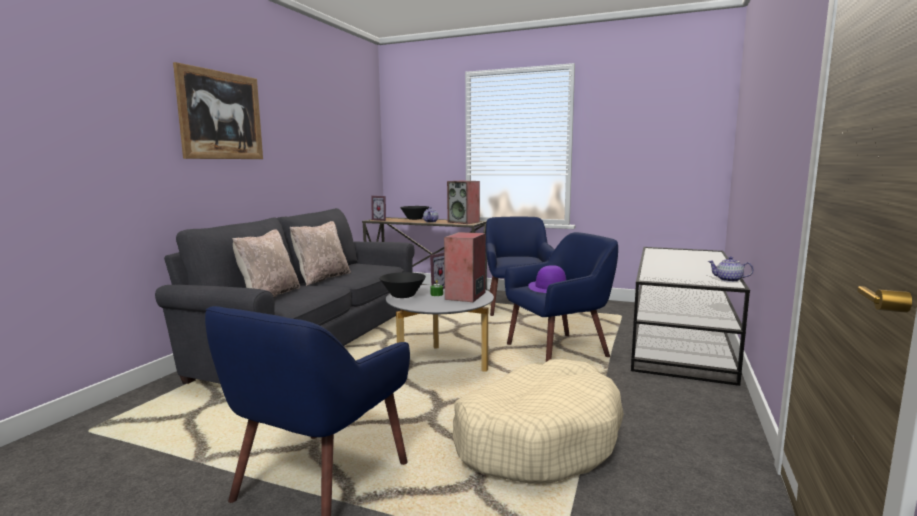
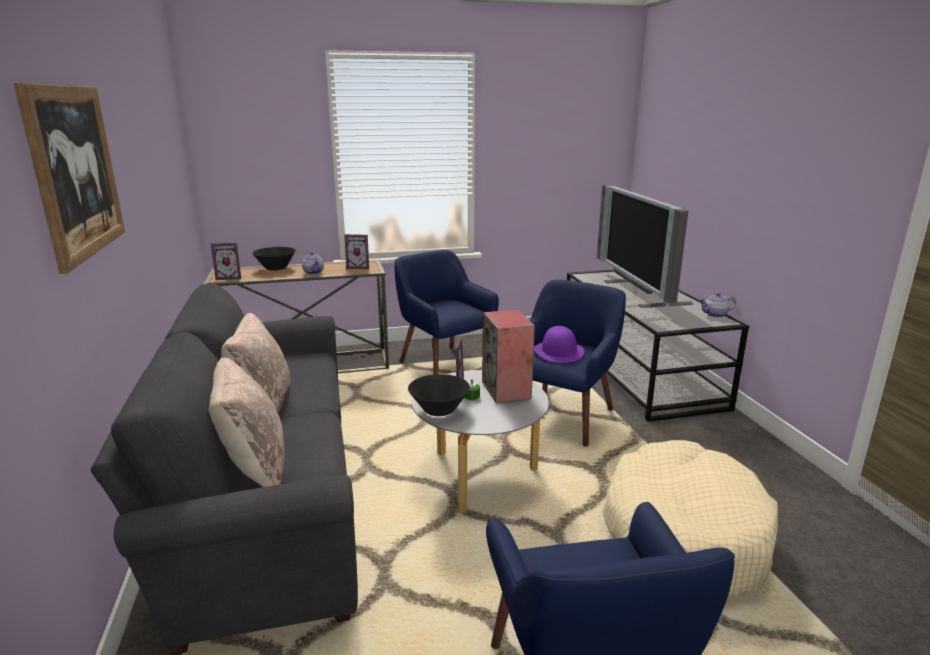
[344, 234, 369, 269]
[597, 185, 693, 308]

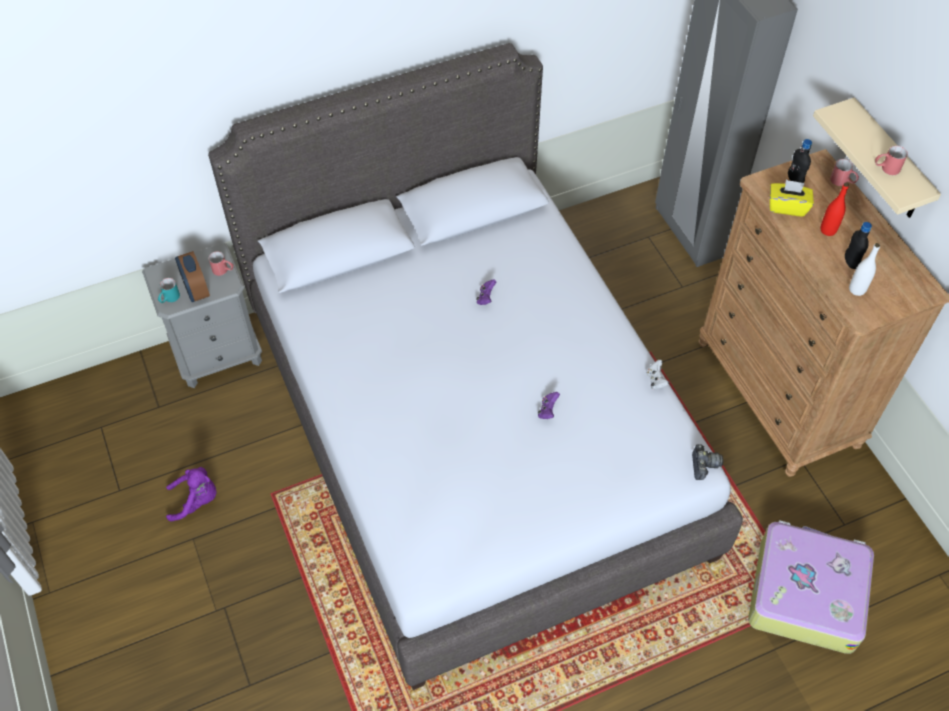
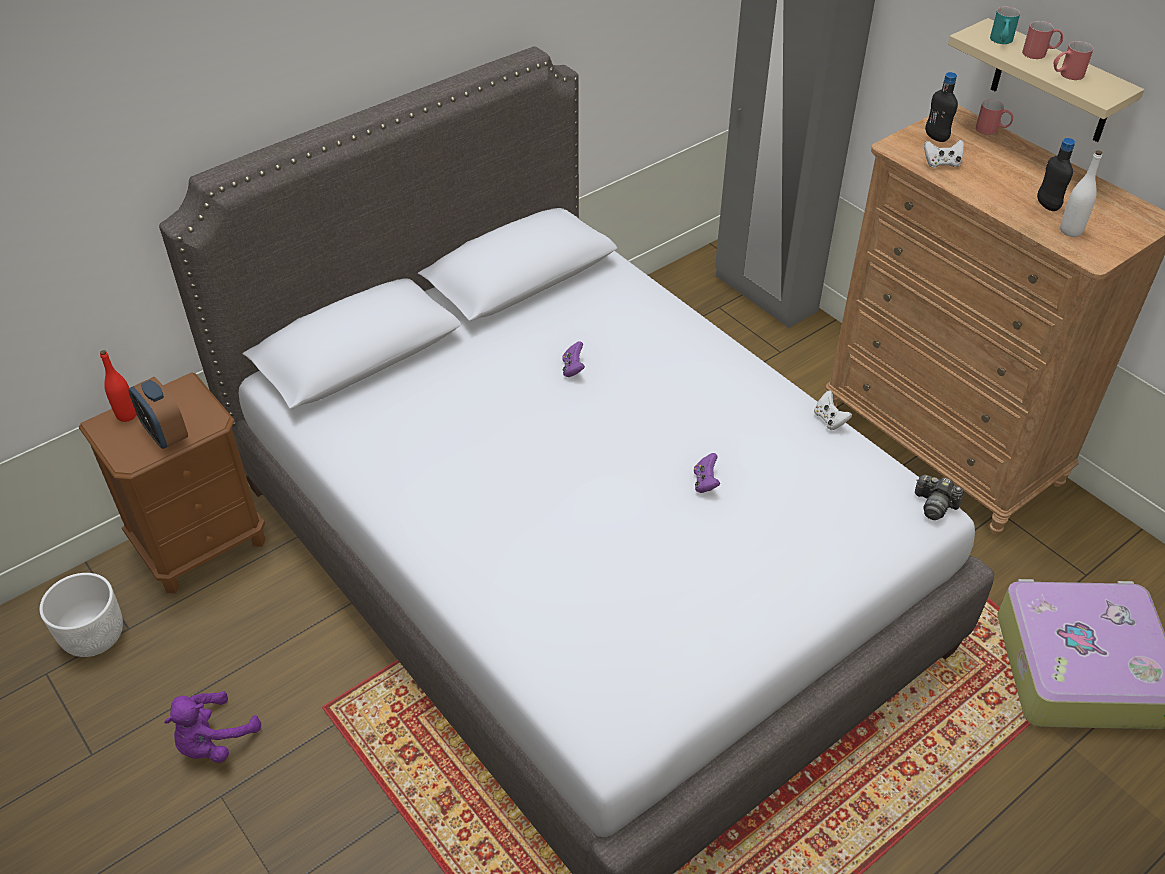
[79, 372, 266, 594]
[990, 7, 1020, 44]
[164, 691, 261, 763]
[1022, 21, 1063, 59]
[915, 475, 964, 520]
[924, 140, 964, 168]
[100, 350, 137, 422]
[40, 573, 123, 657]

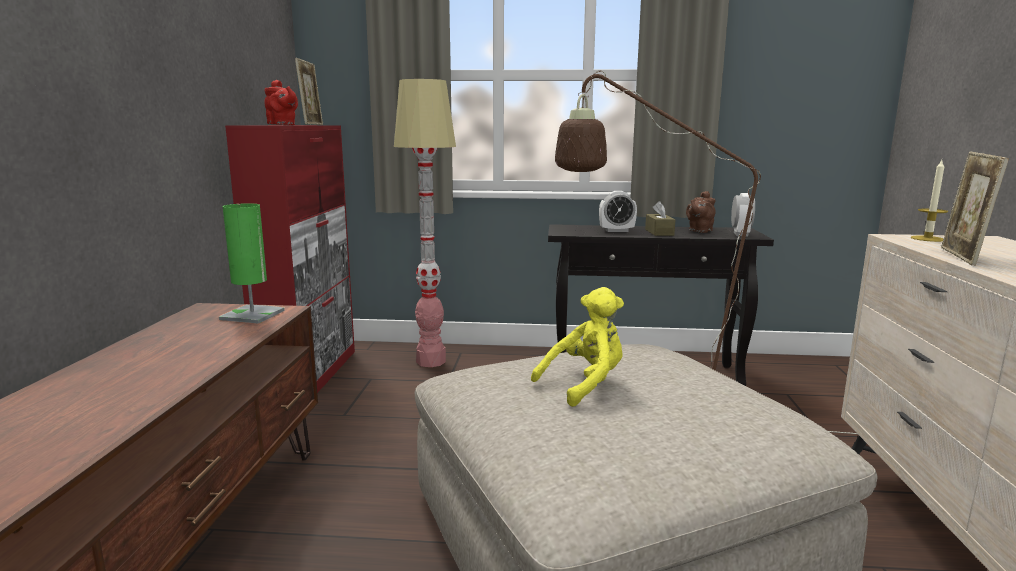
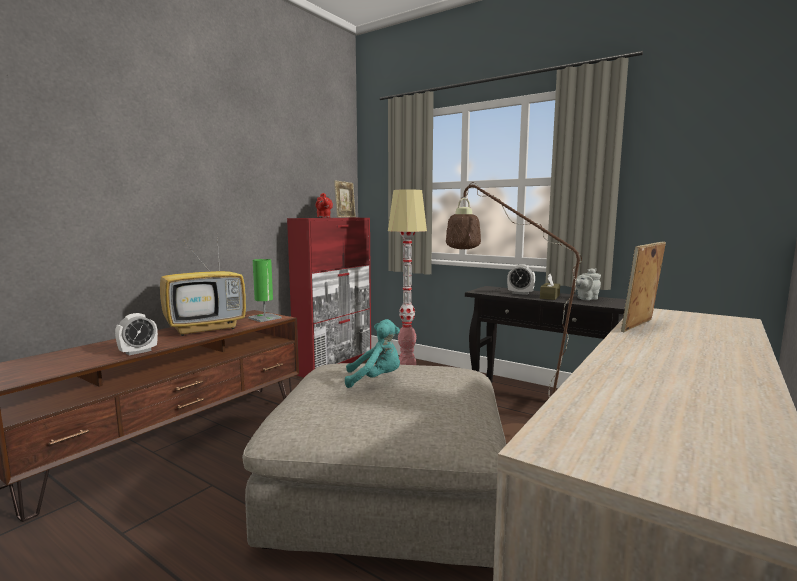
[345, 319, 400, 388]
[573, 268, 601, 300]
[115, 313, 158, 355]
[911, 160, 948, 242] (first image)
[160, 238, 246, 336]

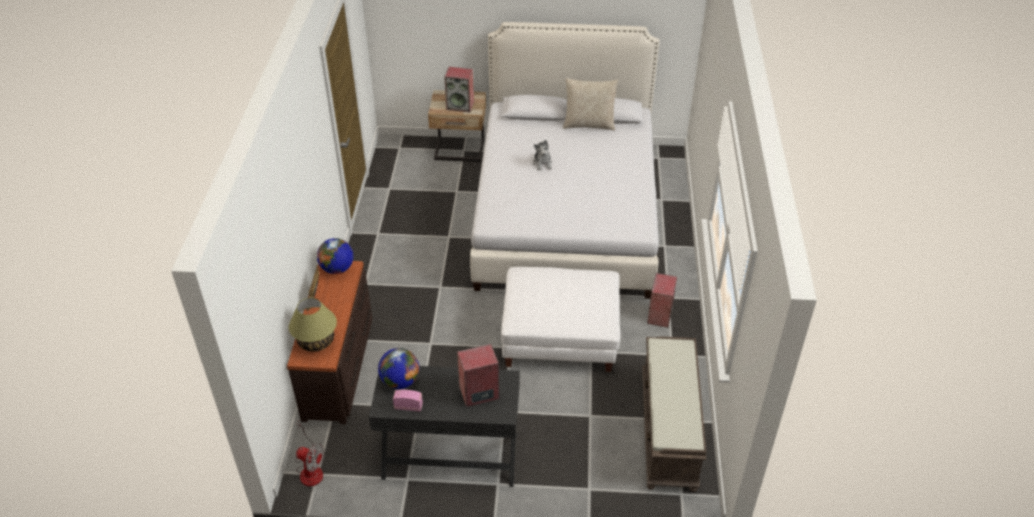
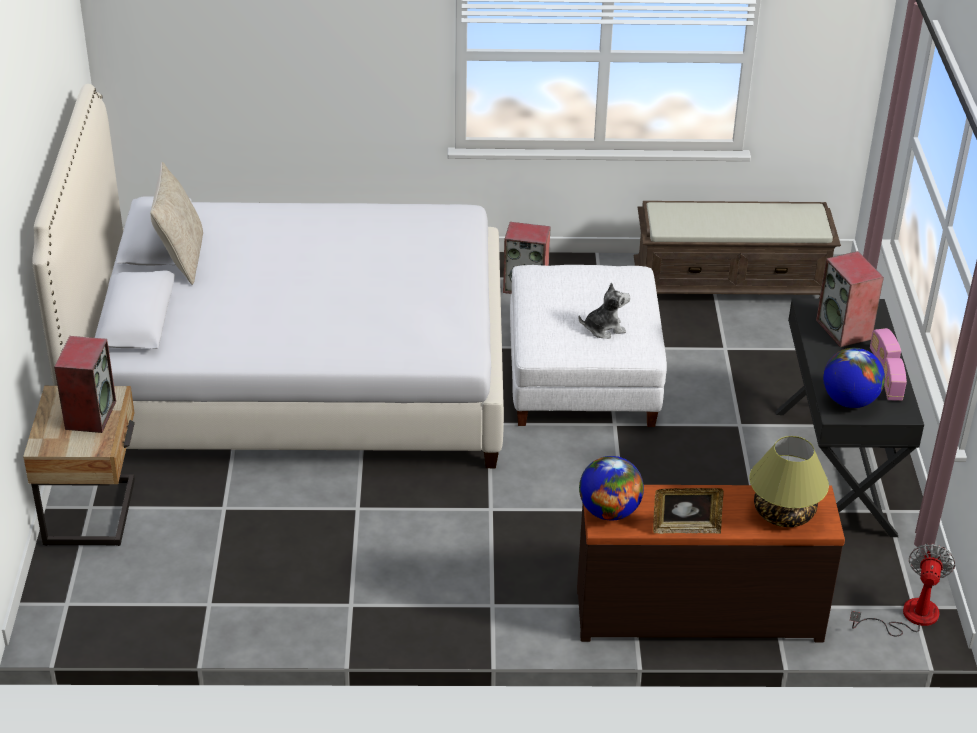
[578, 283, 630, 339]
[870, 328, 901, 369]

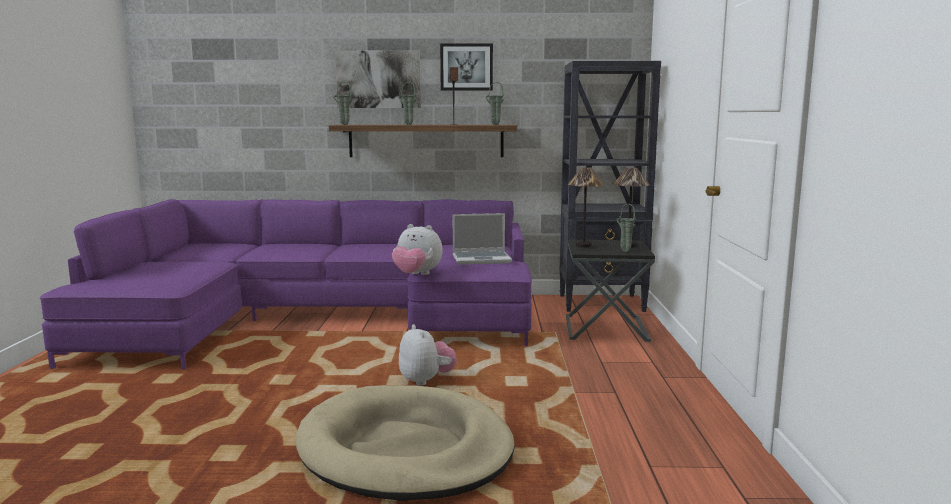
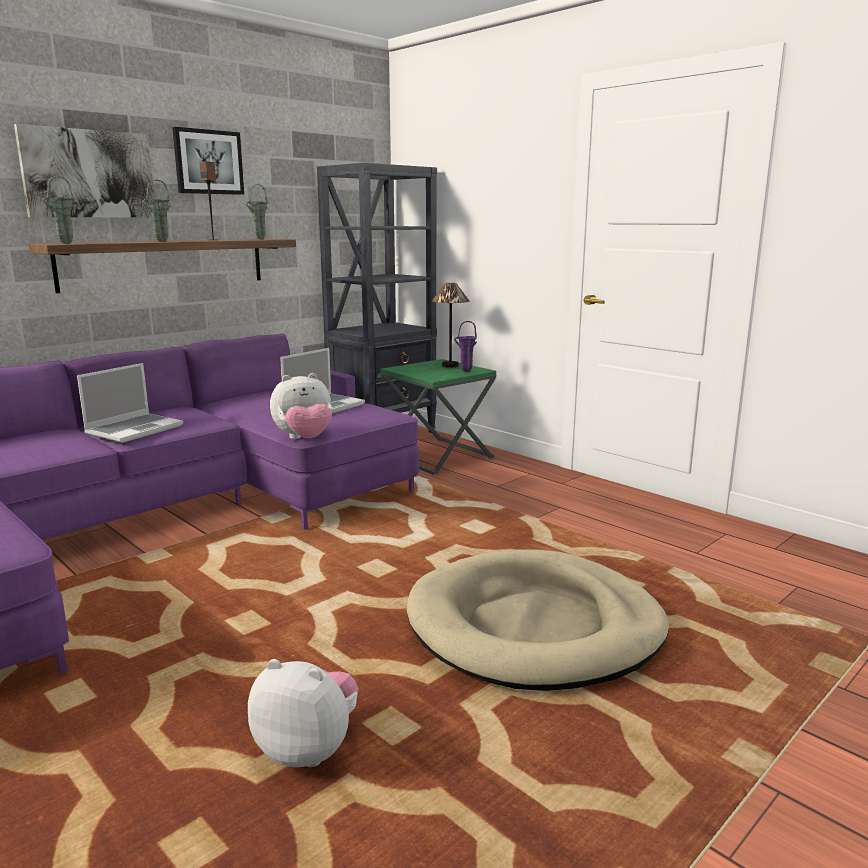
[248, 659, 359, 767]
[381, 359, 496, 475]
[568, 167, 604, 247] (first image)
[454, 321, 477, 372]
[77, 363, 183, 443]

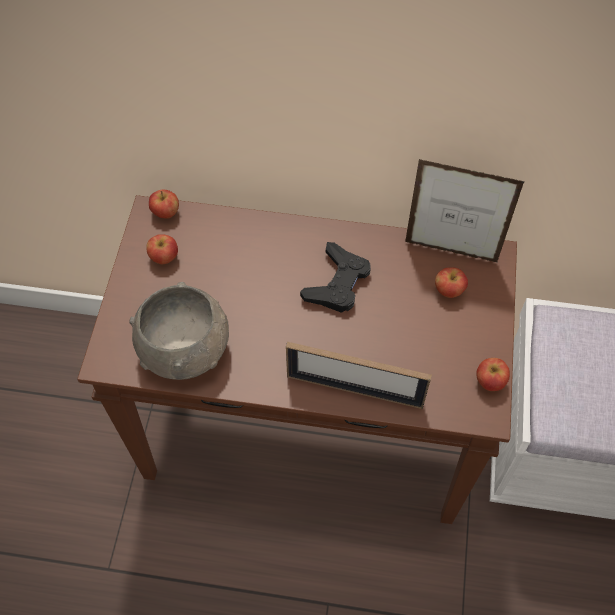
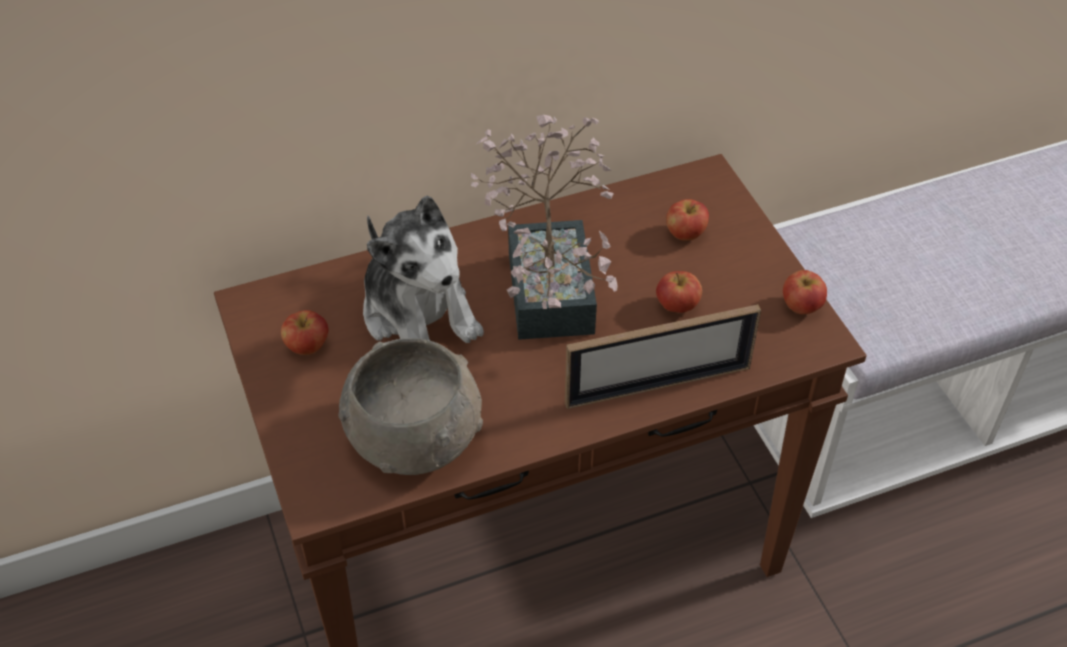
[656, 271, 702, 313]
[471, 115, 618, 340]
[405, 159, 525, 263] (first image)
[363, 196, 484, 343]

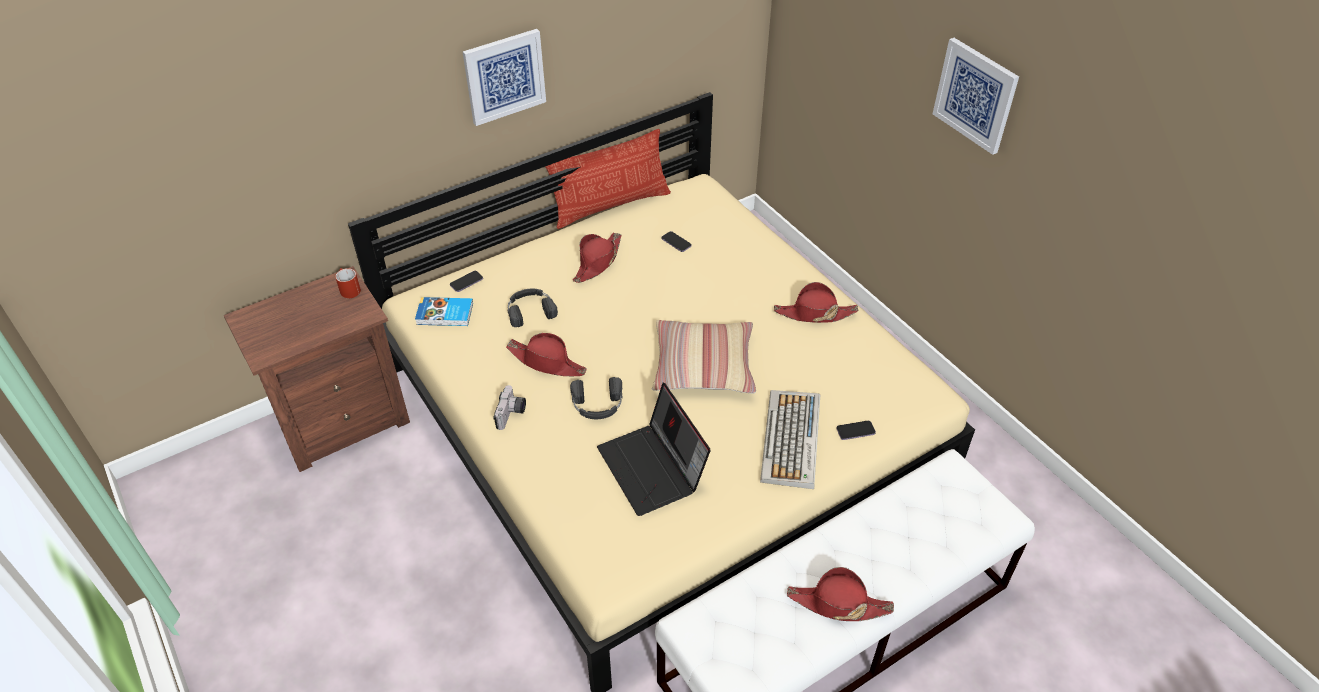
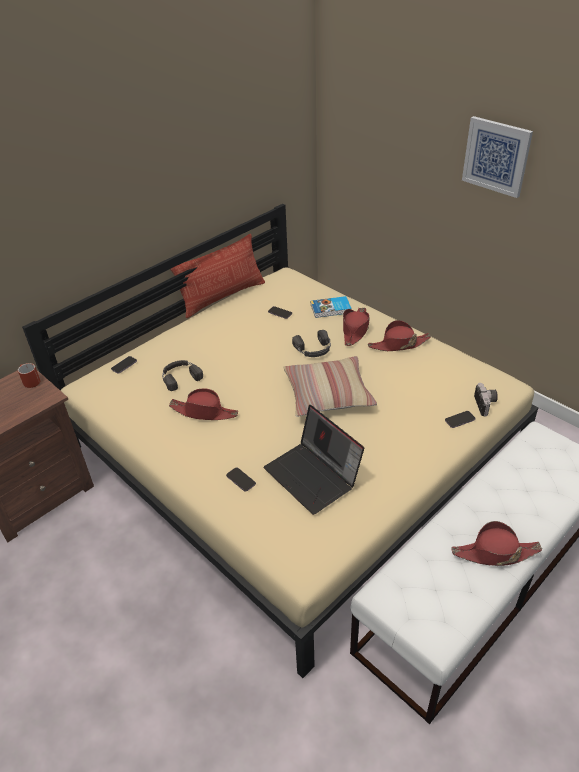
[311, 296, 352, 318]
[463, 29, 546, 126] (first image)
[474, 383, 498, 416]
[292, 330, 331, 357]
[343, 308, 369, 346]
[760, 390, 820, 489] (first image)
[226, 467, 256, 492]

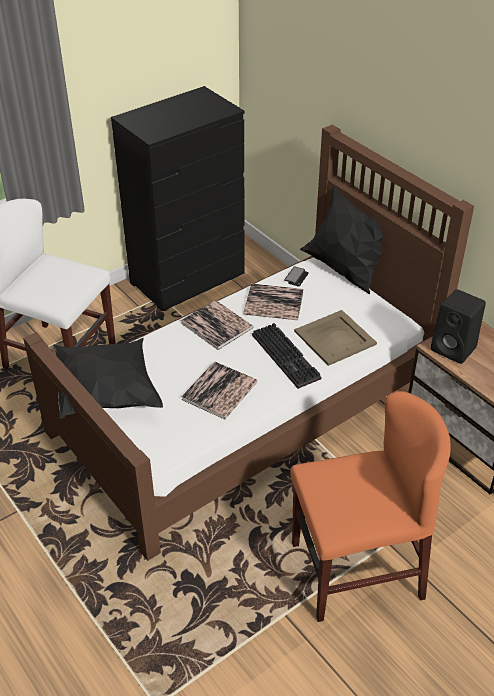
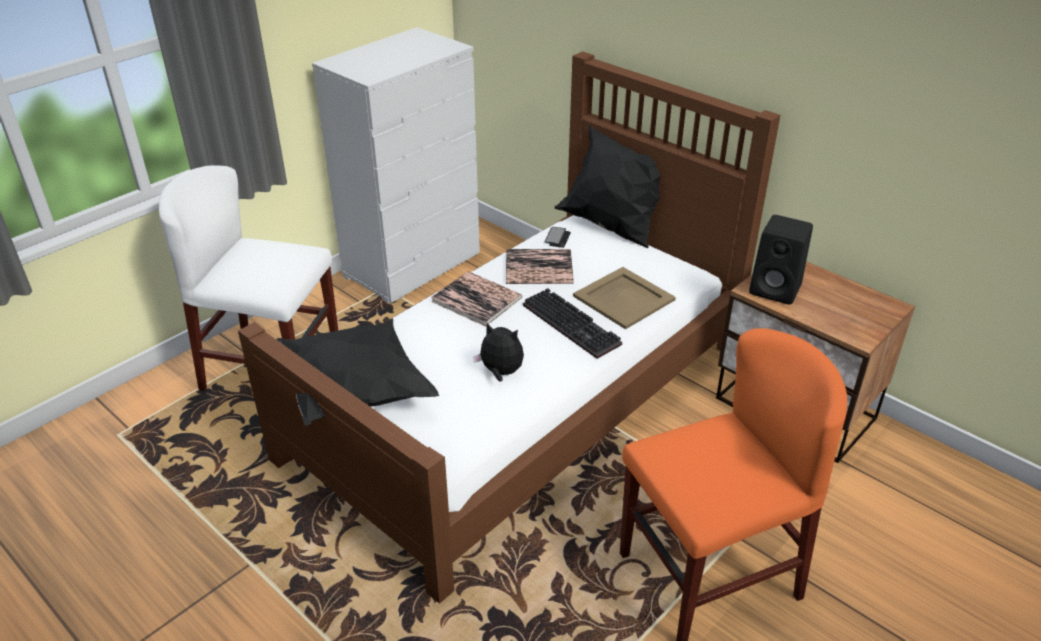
[312, 27, 480, 303]
[473, 323, 524, 382]

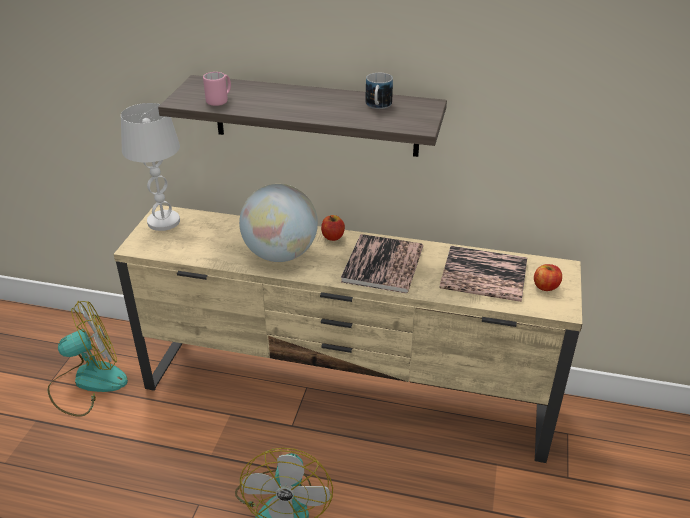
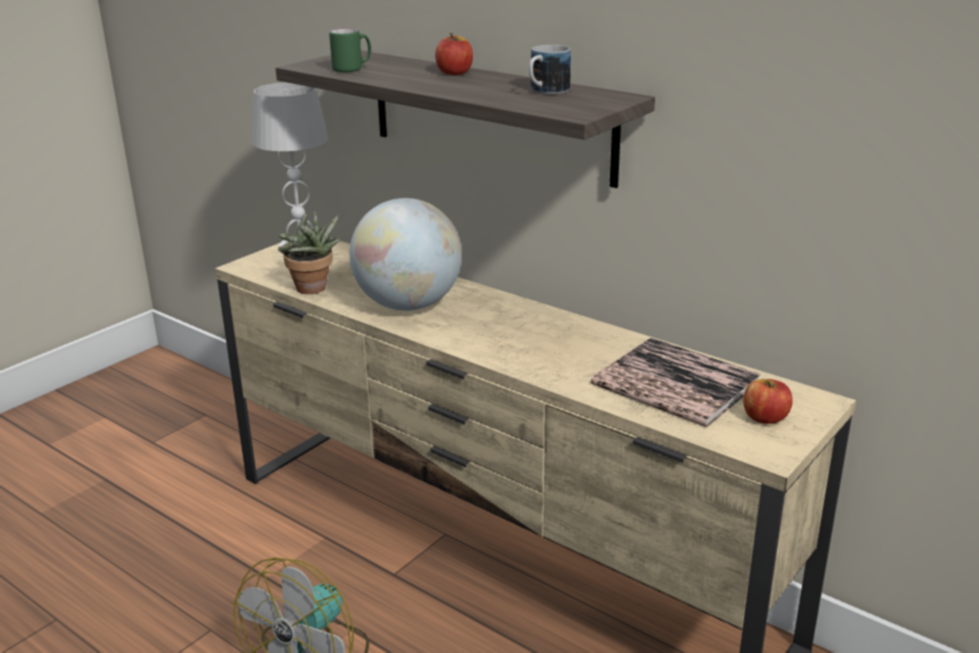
[48, 301, 128, 417] (first image)
[329, 29, 371, 72]
[435, 33, 473, 75]
[341, 234, 423, 293] (first image)
[278, 209, 342, 294]

